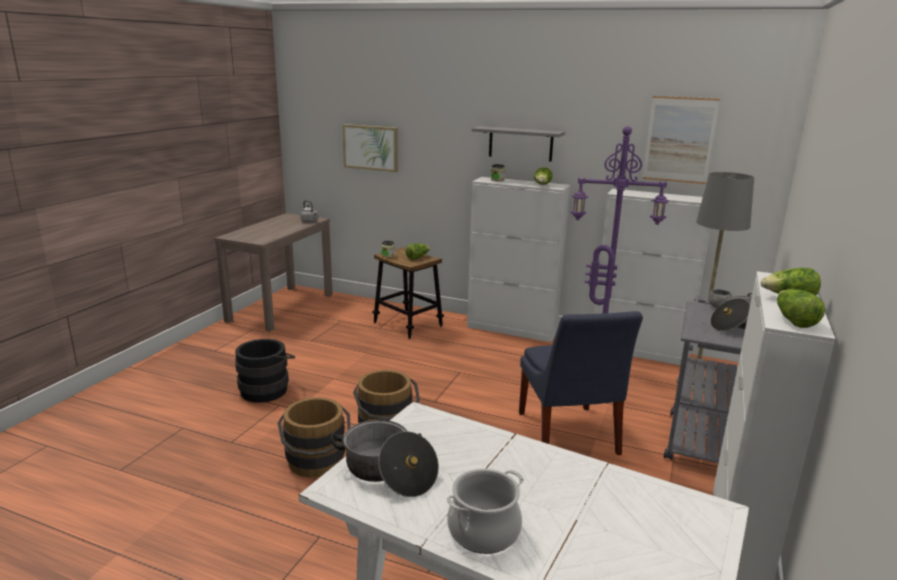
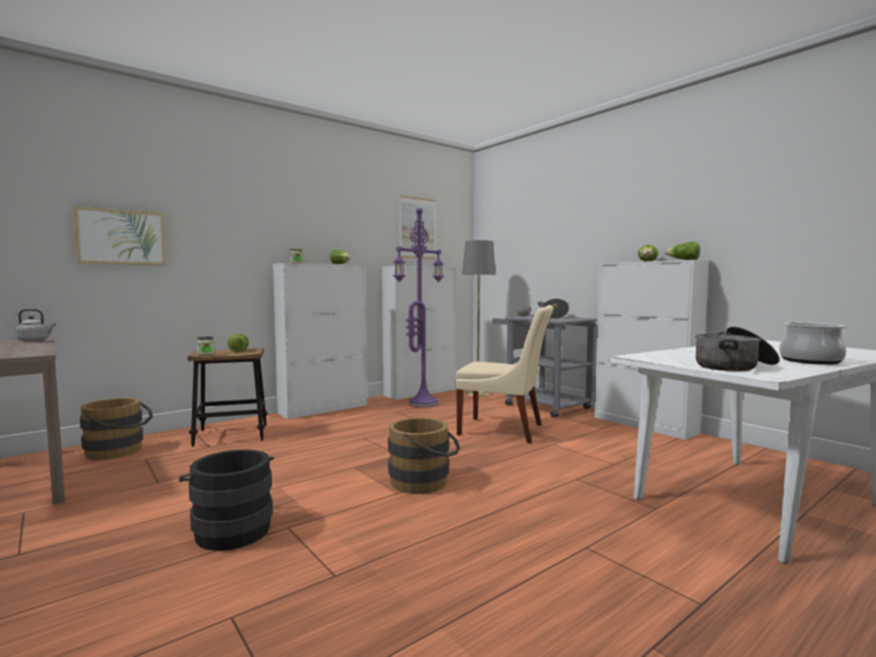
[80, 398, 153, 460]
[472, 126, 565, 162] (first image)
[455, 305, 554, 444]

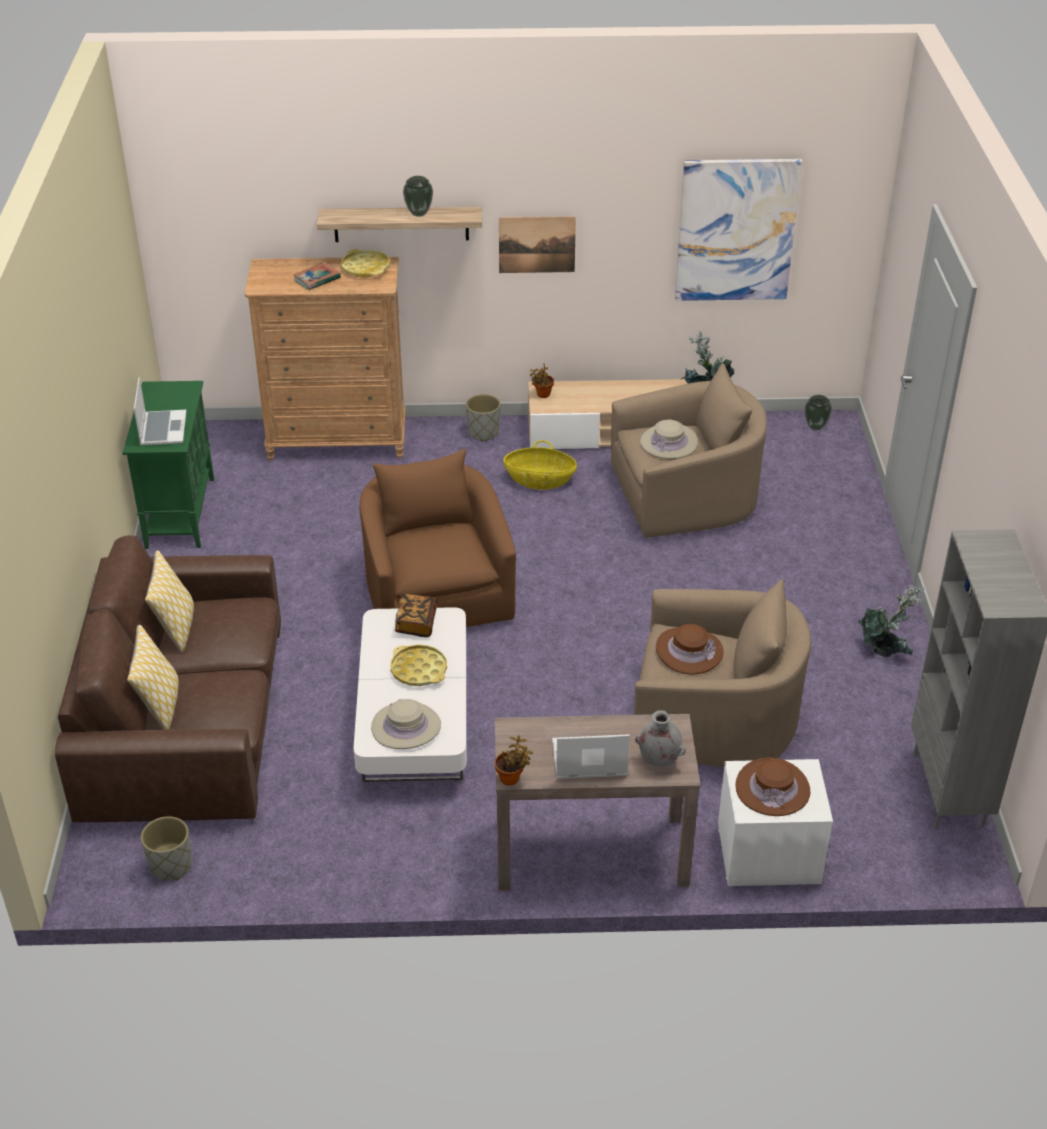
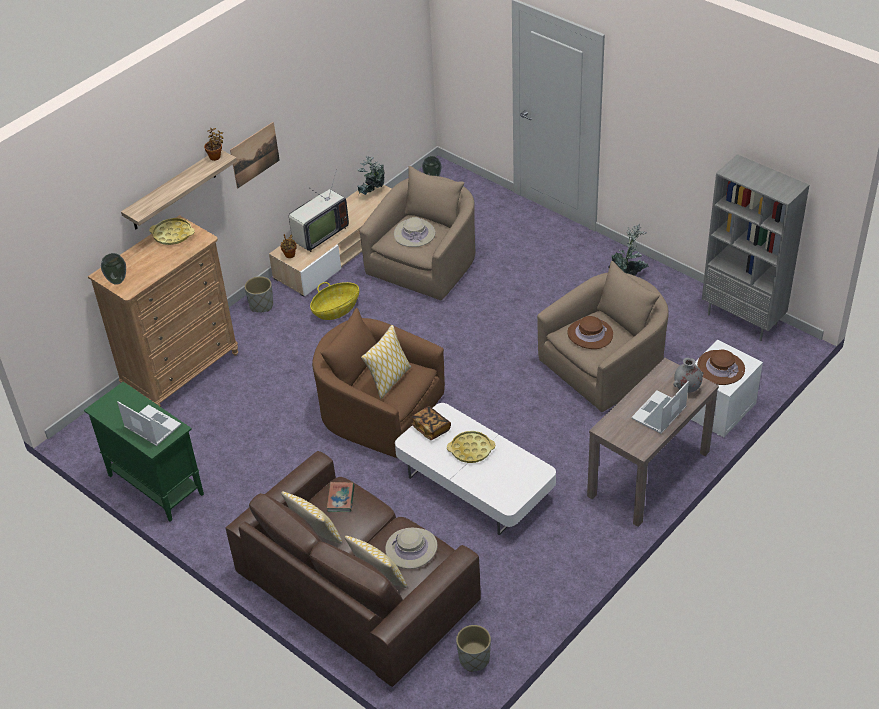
[326, 482, 354, 512]
[385, 528, 438, 569]
[101, 253, 126, 285]
[204, 128, 224, 161]
[675, 159, 802, 301] (first image)
[289, 170, 349, 252]
[361, 325, 411, 399]

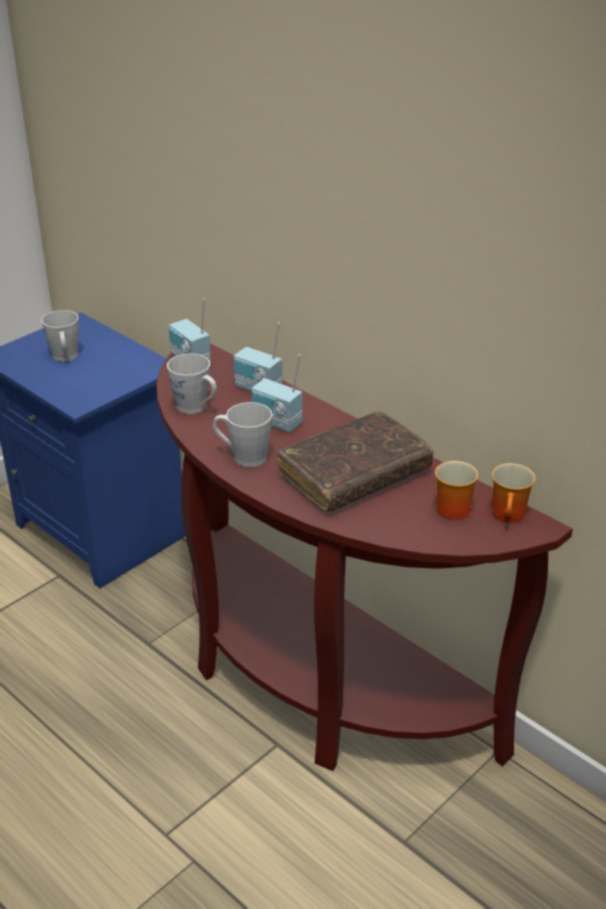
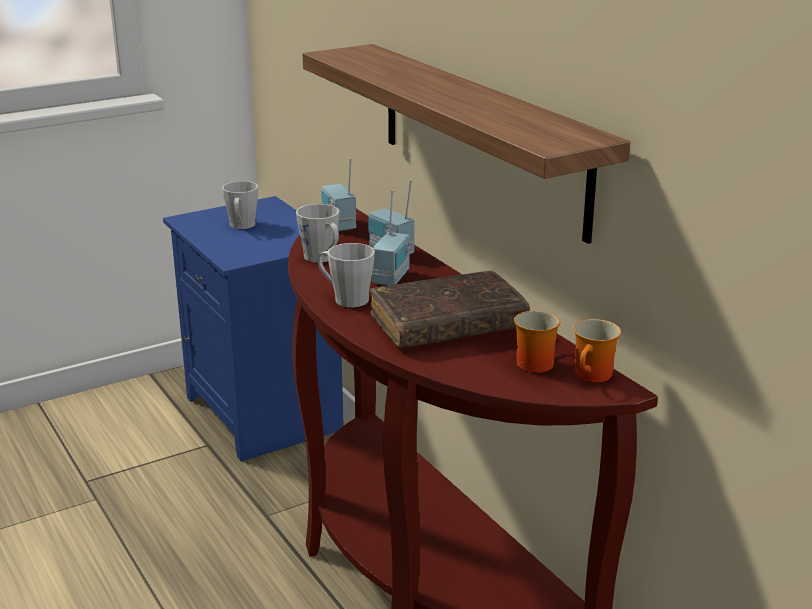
[372, 190, 411, 286]
[303, 44, 630, 244]

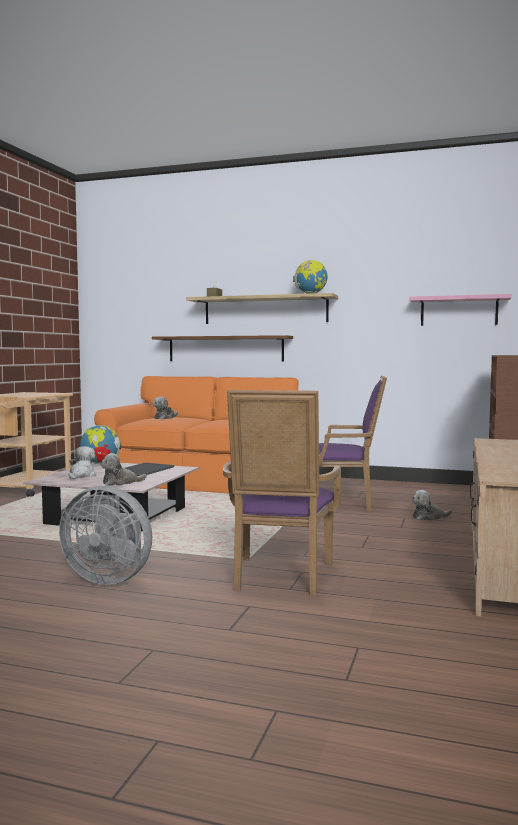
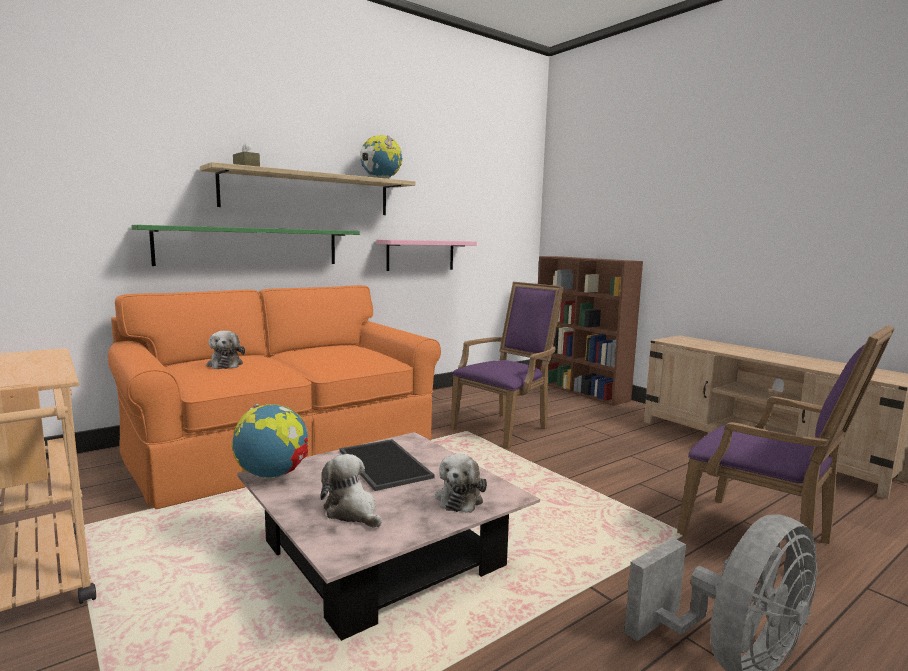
[131, 225, 360, 266]
[376, 240, 477, 271]
[412, 490, 452, 521] (first image)

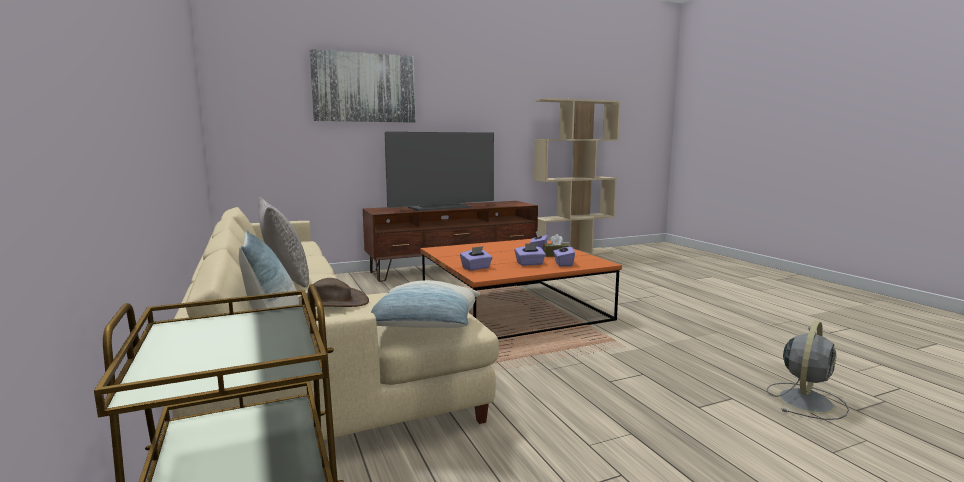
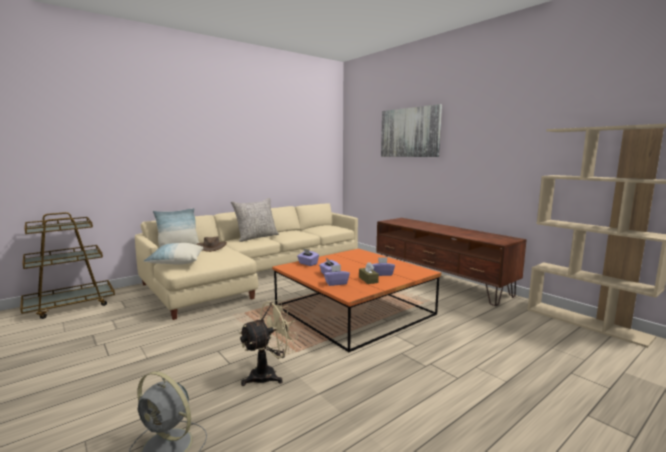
[385, 132, 494, 211] (first image)
[239, 299, 298, 386]

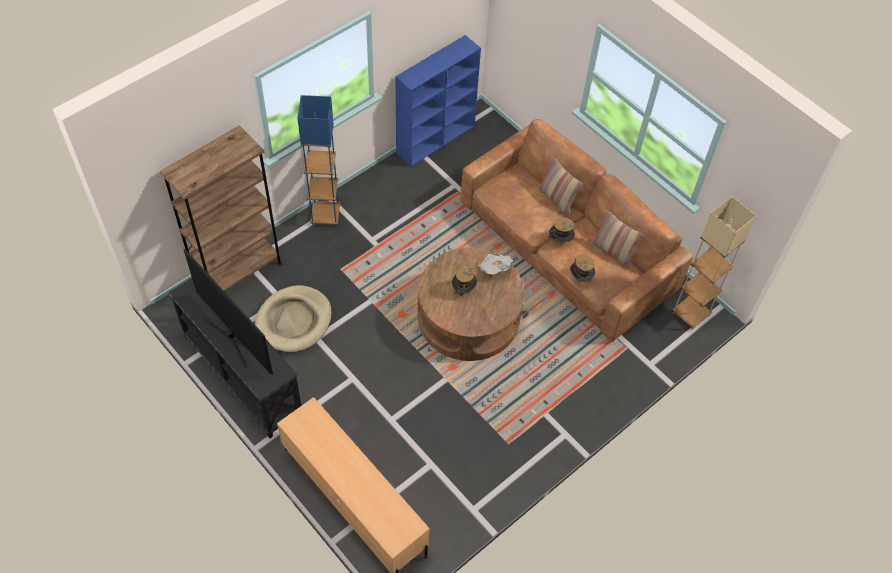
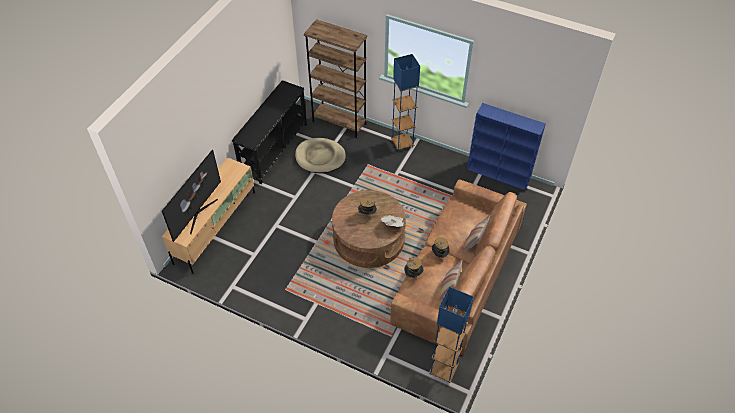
[162, 150, 221, 242]
[429, 287, 474, 383]

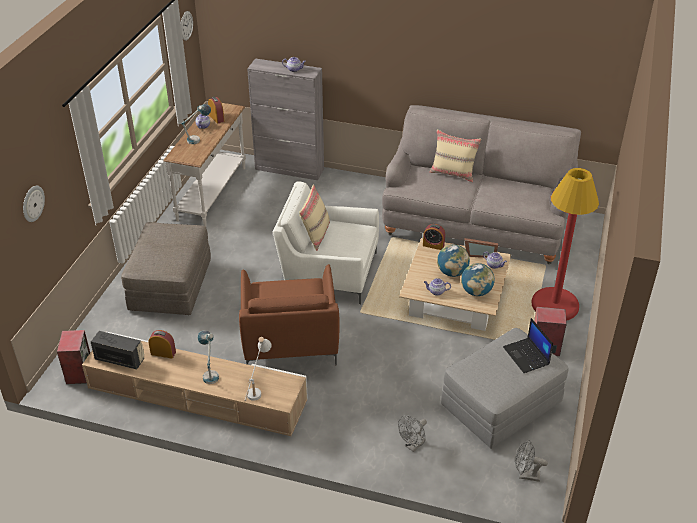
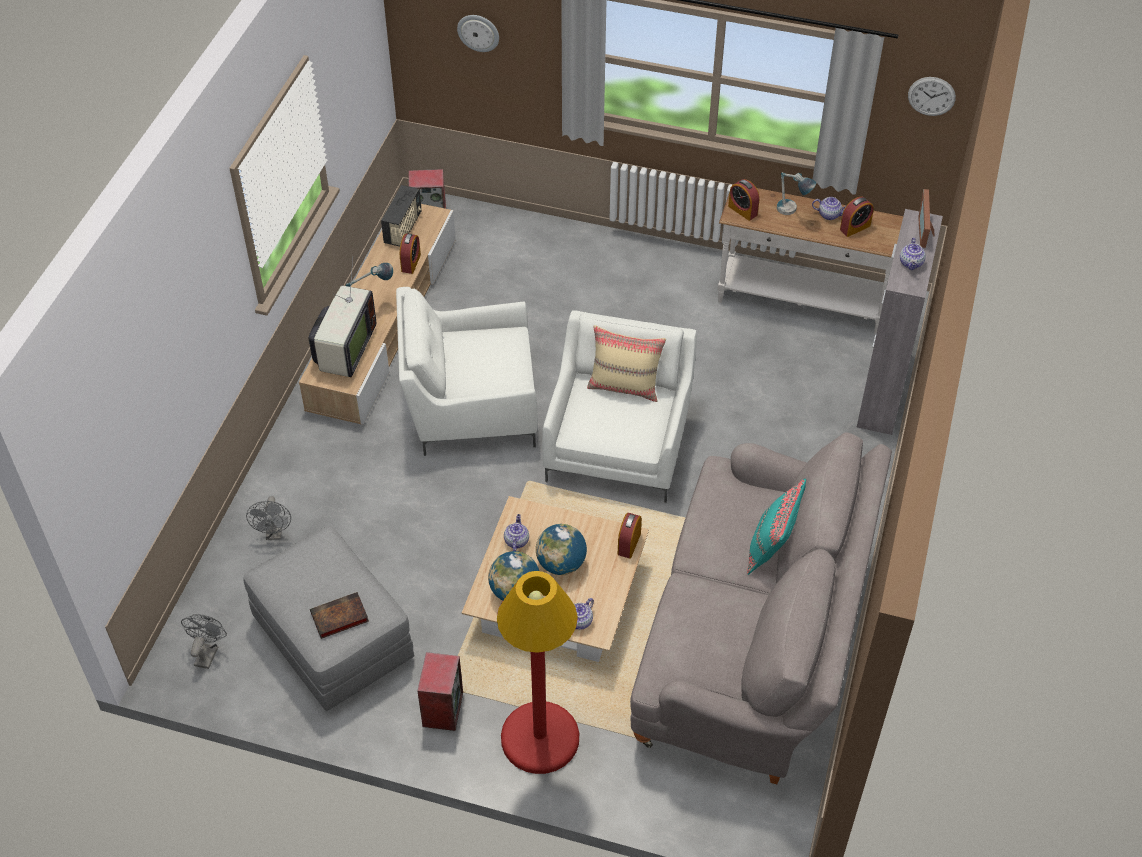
[121, 222, 211, 315] (first image)
[396, 287, 538, 456]
[308, 256, 376, 377]
[246, 496, 291, 540]
[747, 478, 806, 575]
[918, 189, 935, 248]
[310, 592, 369, 639]
[728, 179, 760, 221]

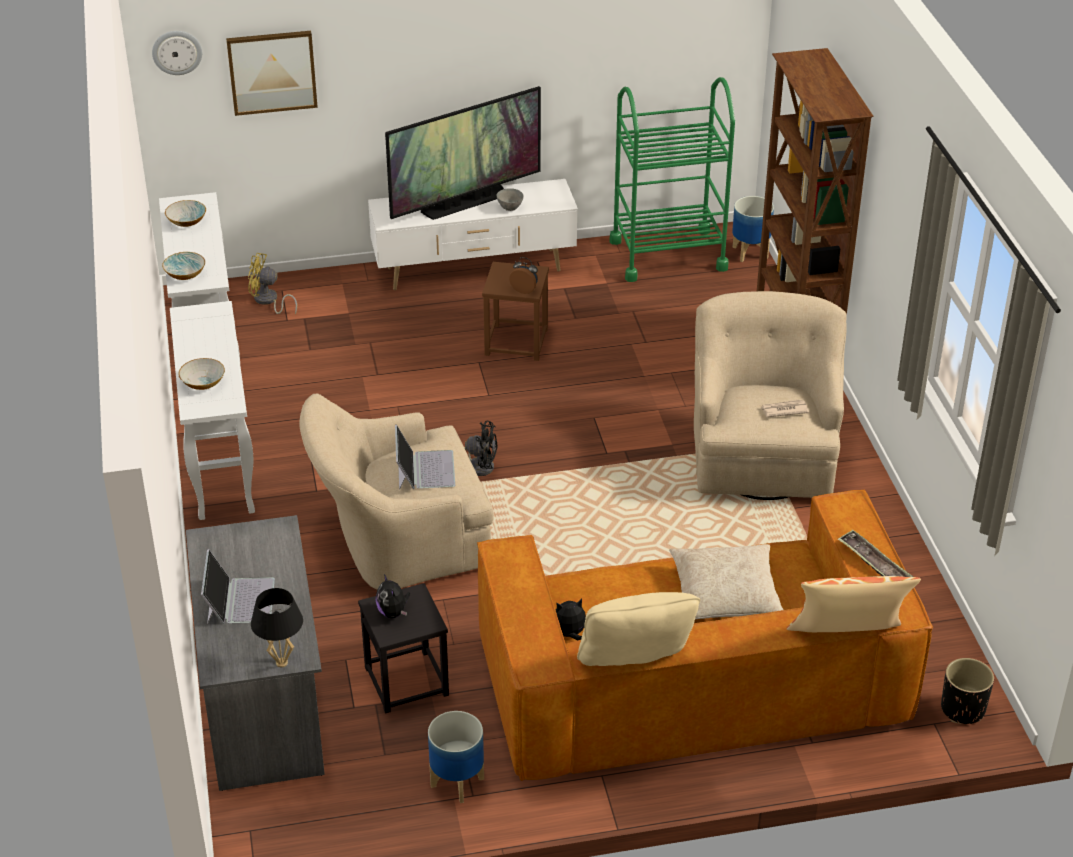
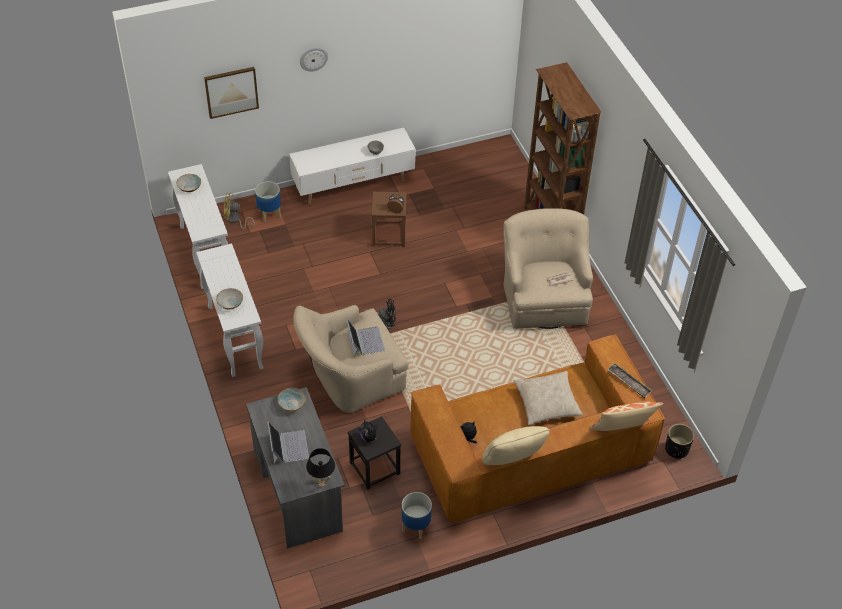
[300, 47, 328, 71]
[277, 388, 306, 411]
[385, 86, 541, 220] (first image)
[609, 77, 735, 282] (first image)
[255, 181, 281, 222]

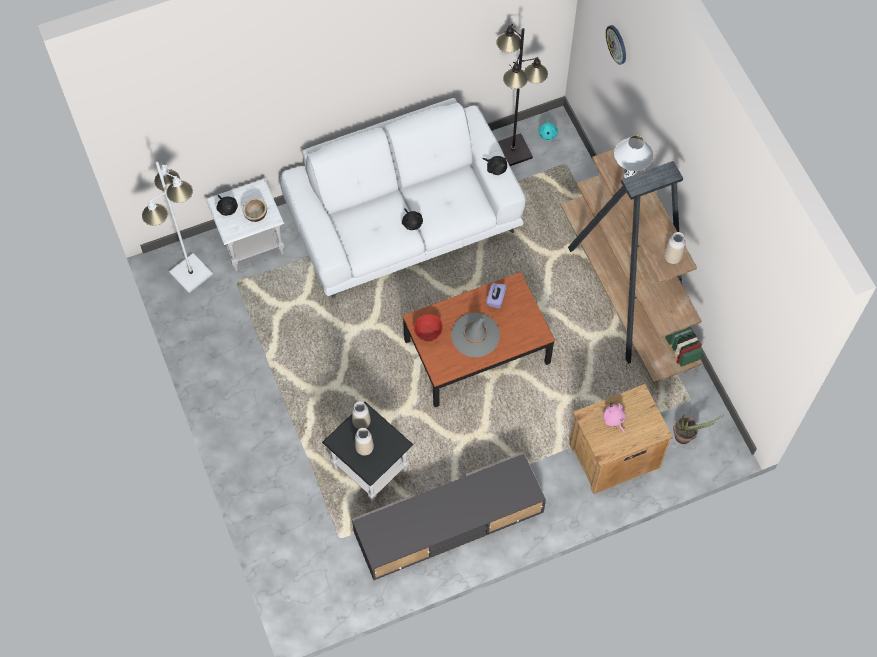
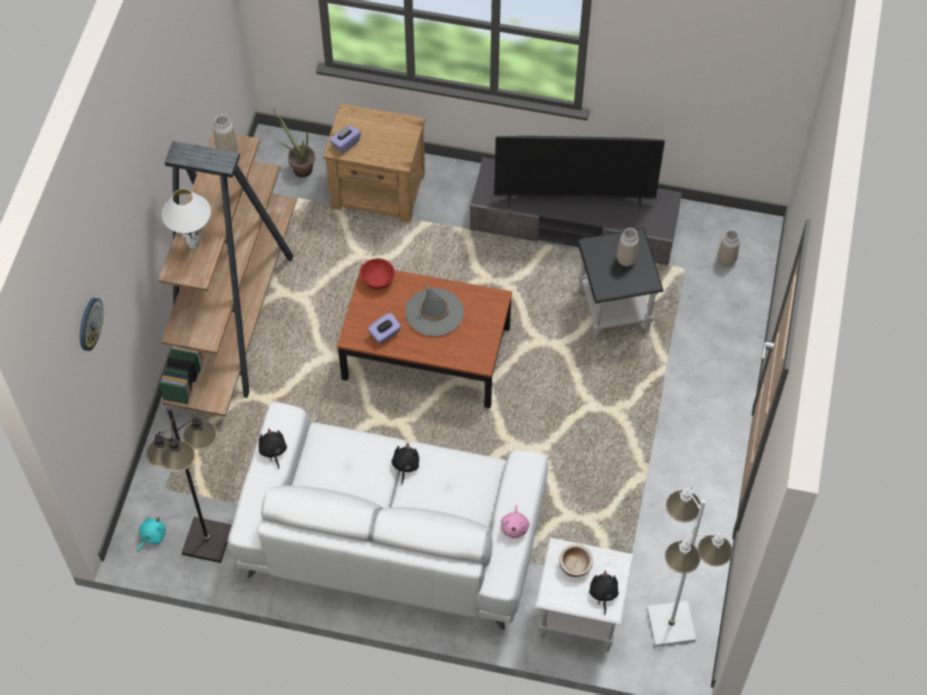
[718, 230, 740, 266]
[360, 258, 395, 289]
[501, 505, 530, 538]
[330, 125, 361, 154]
[494, 136, 665, 209]

